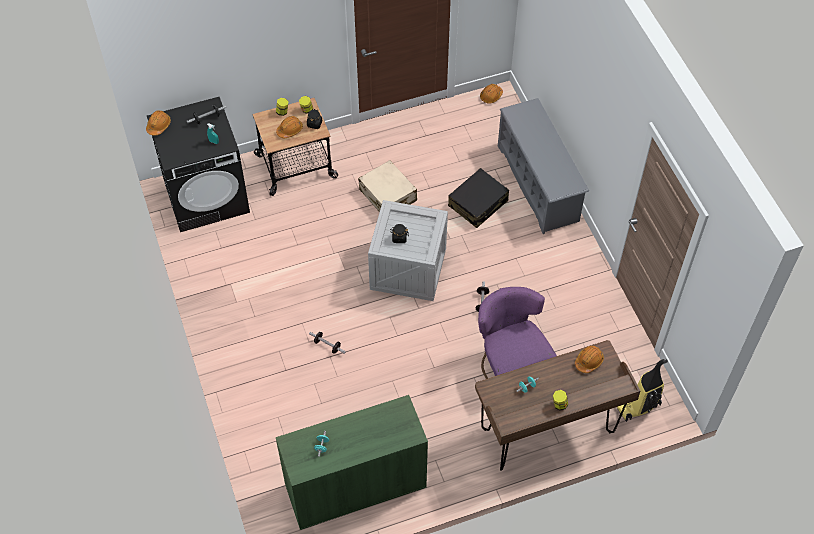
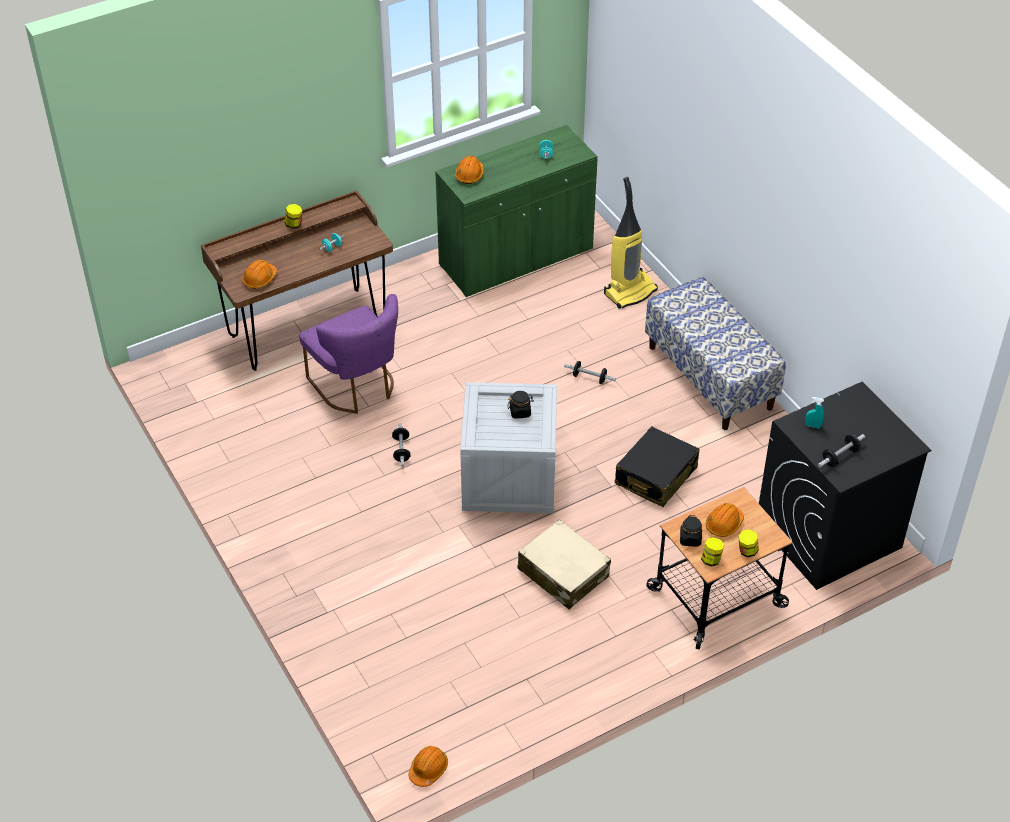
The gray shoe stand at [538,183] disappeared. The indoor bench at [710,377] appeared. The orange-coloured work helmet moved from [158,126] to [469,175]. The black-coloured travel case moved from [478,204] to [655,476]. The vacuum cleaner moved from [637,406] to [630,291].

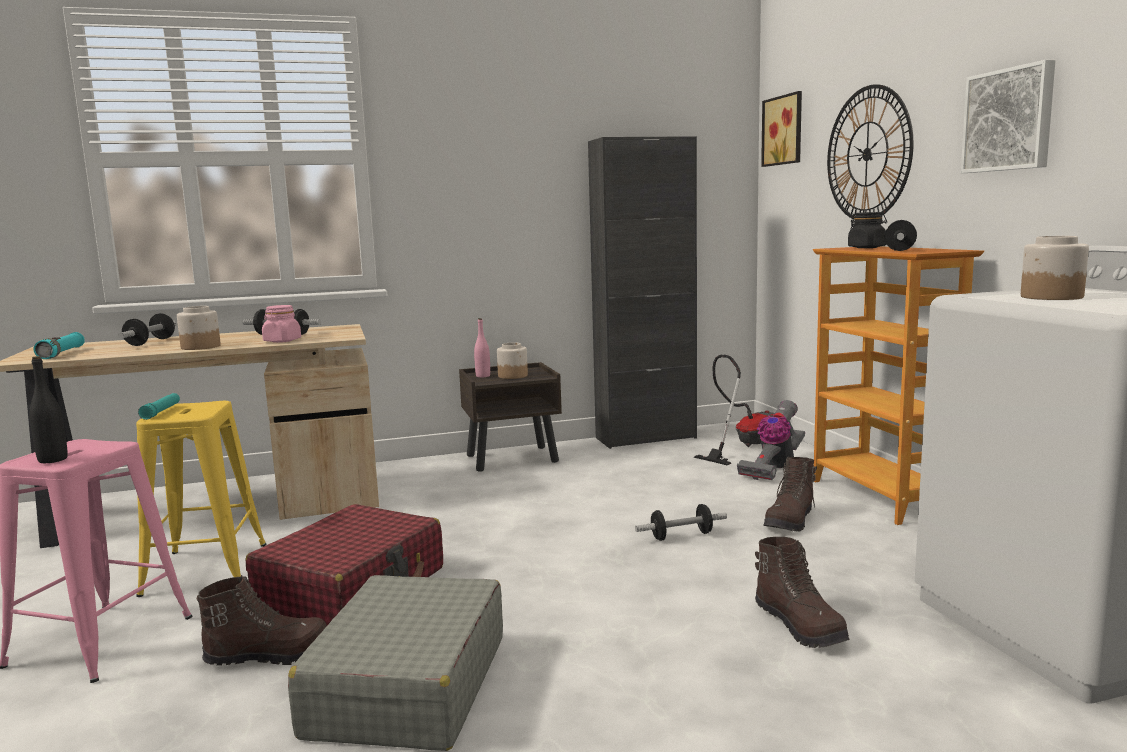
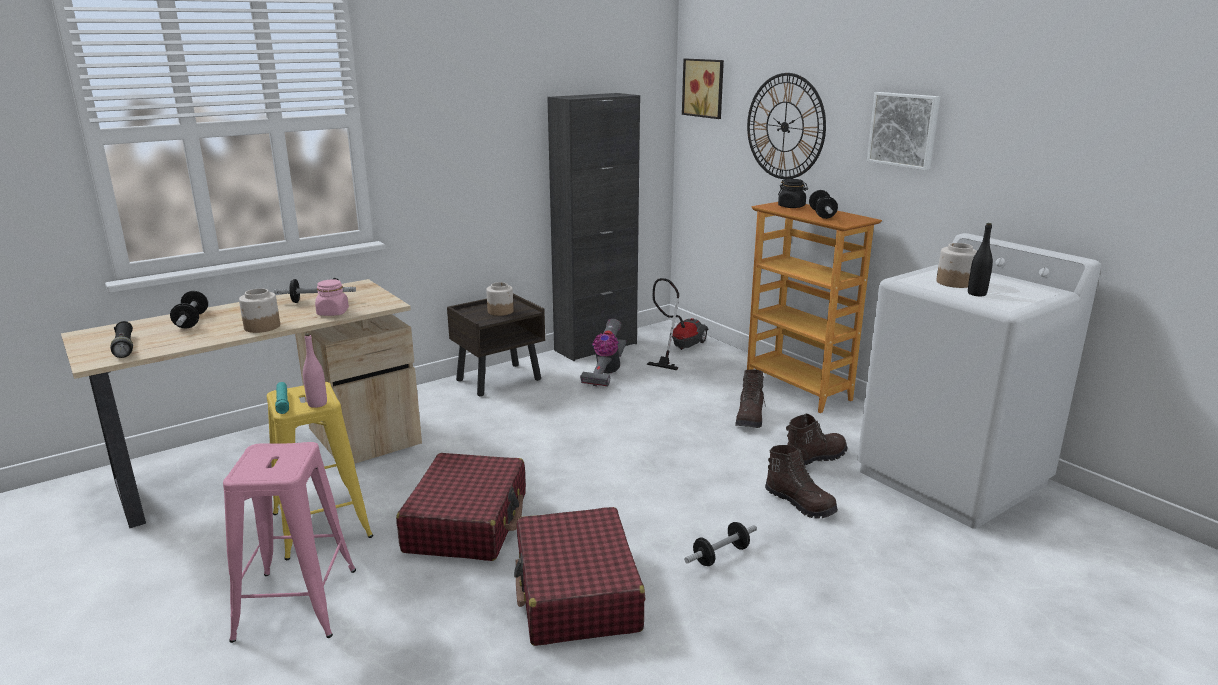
The black-coloured bottle moved from [53,460] to [976,294]. The brown-coloured tall boot moved from [270,655] to [814,457]. The pinkish bottle moved from [483,376] to [317,404]. The dumbbell moved from [681,536] to [720,555]. The vacuum cleaner moved from [774,468] to [605,373]. The blue-green hand torch at [62,354] became the black-coloured hand torch at [124,347]. The gray travel case at [407,686] became the red-coloured travel case at [577,593].

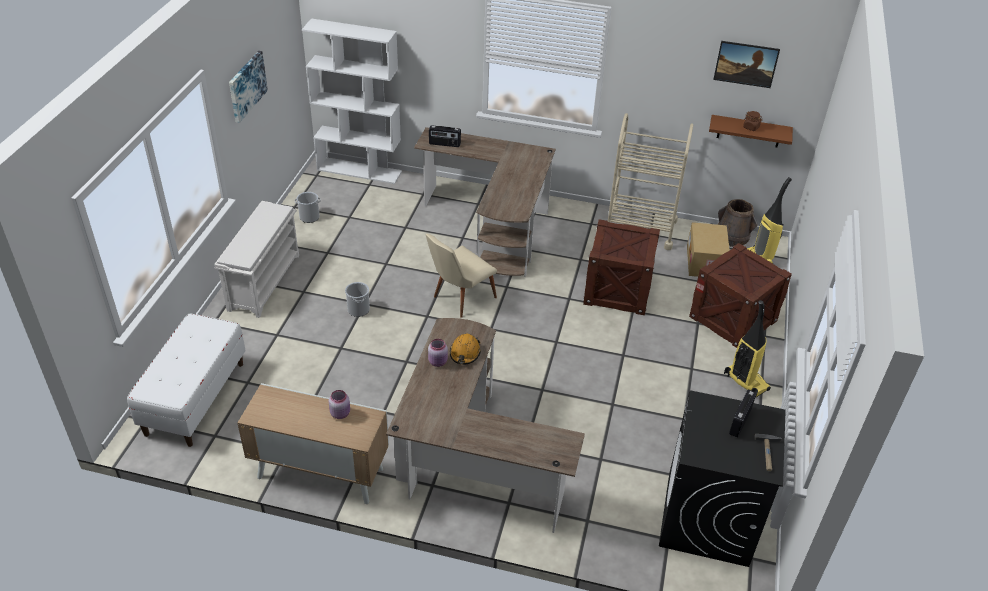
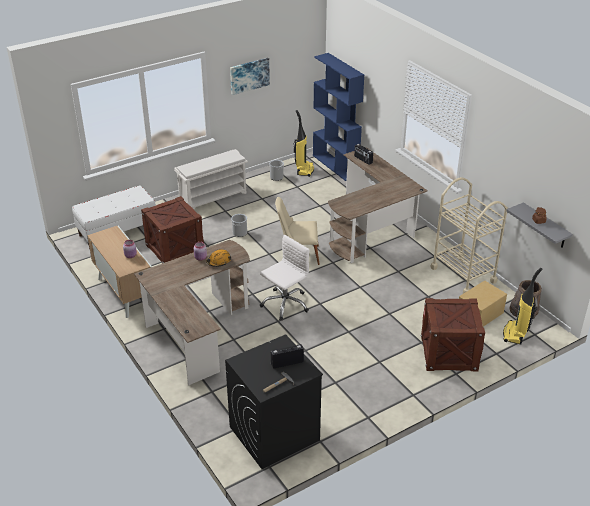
The wall art at [743,73] disappeared. The whitish office chair at [285,304] appeared. The packing crate moved from [618,290] to [175,248]. The vacuum cleaner moved from [745,382] to [304,170]. The whitish shelving unit at [360,170] became the bluish shelving unit at [336,166]. The brown-coloured shelf at [749,131] became the gray shelf at [545,226].

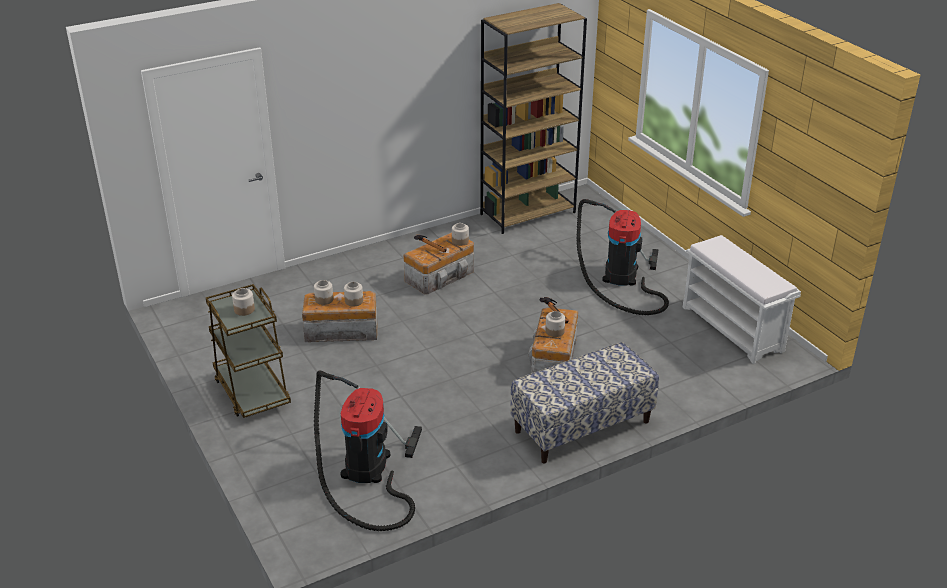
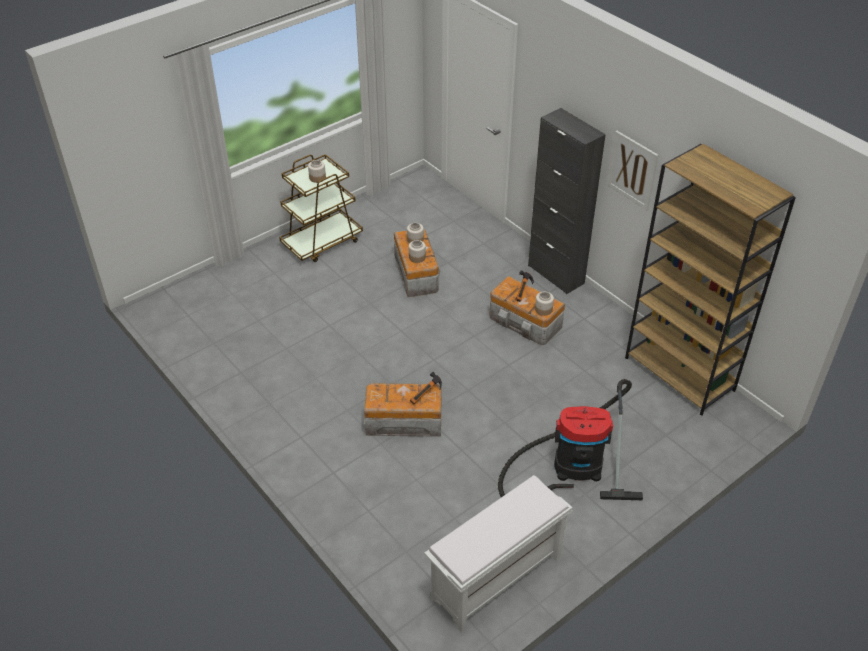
The vacuum cleaner at [366,470] disappeared. The indoor bench at [582,427] disappeared. The jar at [555,331] disappeared. The black-coloured storage cabinet at [556,274] appeared. The wall art at [632,170] appeared.

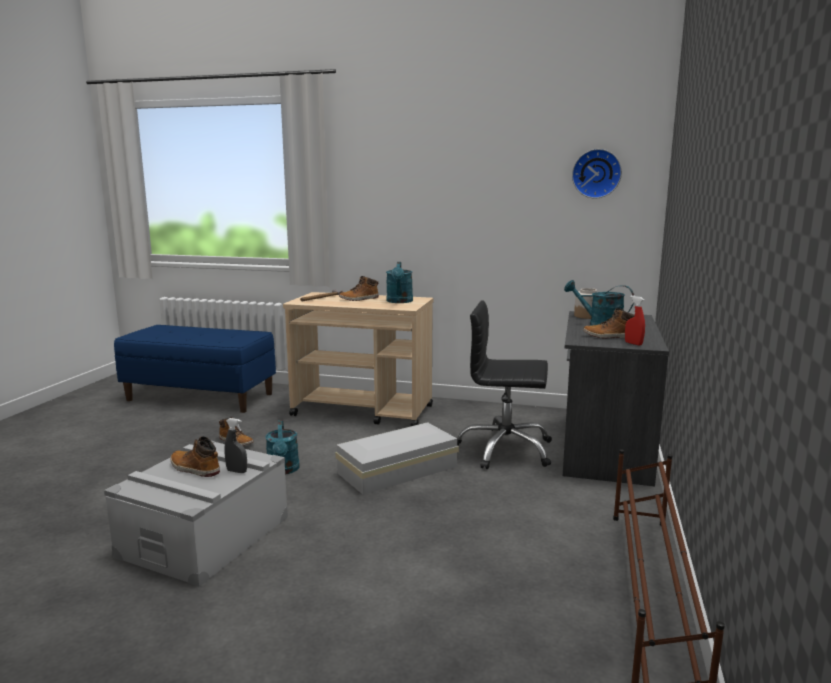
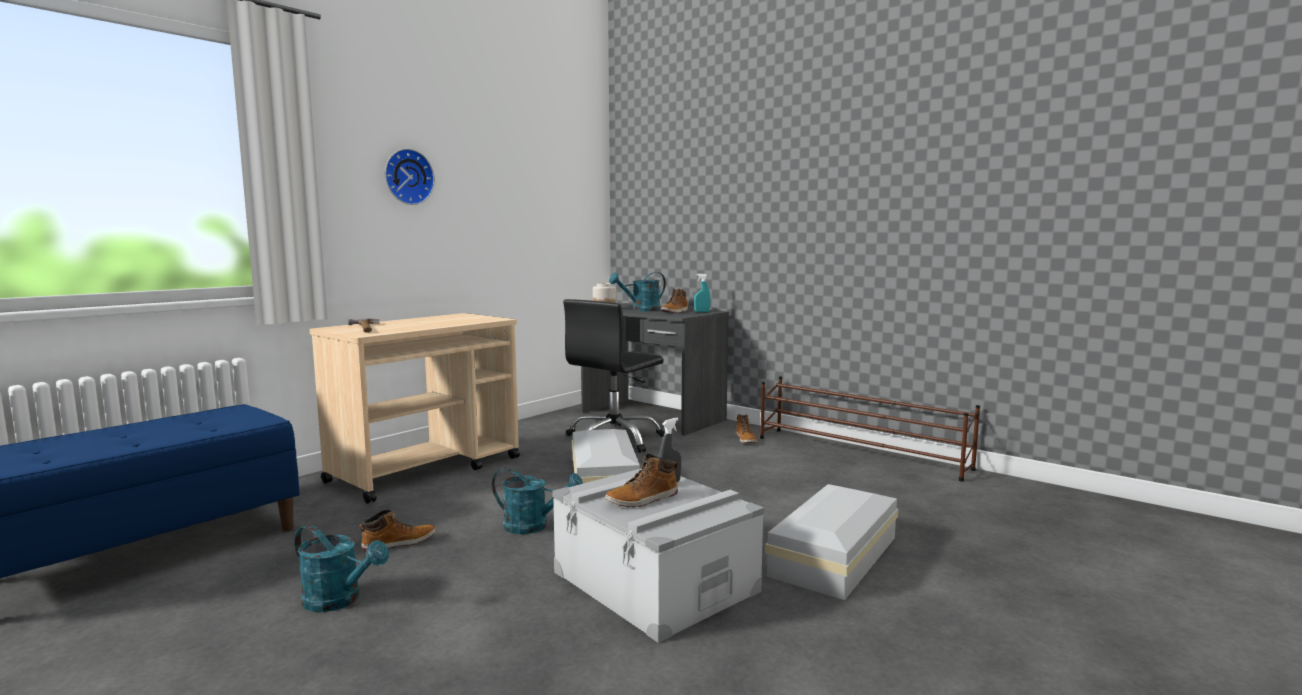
The whitish storage container at [837,555] appeared. The tall boot moved from [359,299] to [746,439]. The blue-green watering can moved from [399,301] to [339,600]. The clock on the wall moved from [596,173] to [407,177]. The red-coloured spray bottle at [633,343] became the blue-green spray bottle at [702,312].

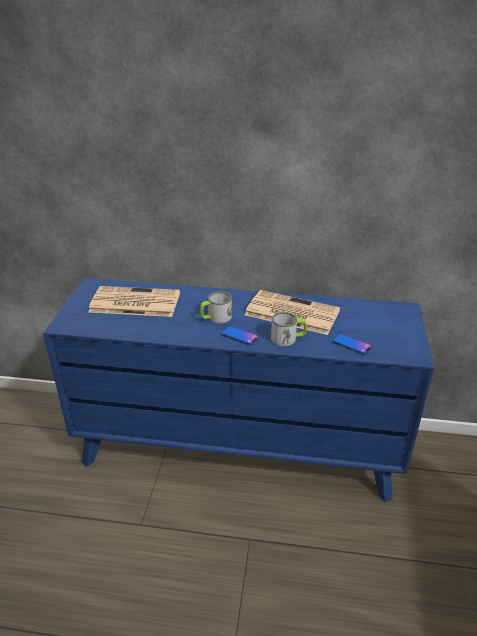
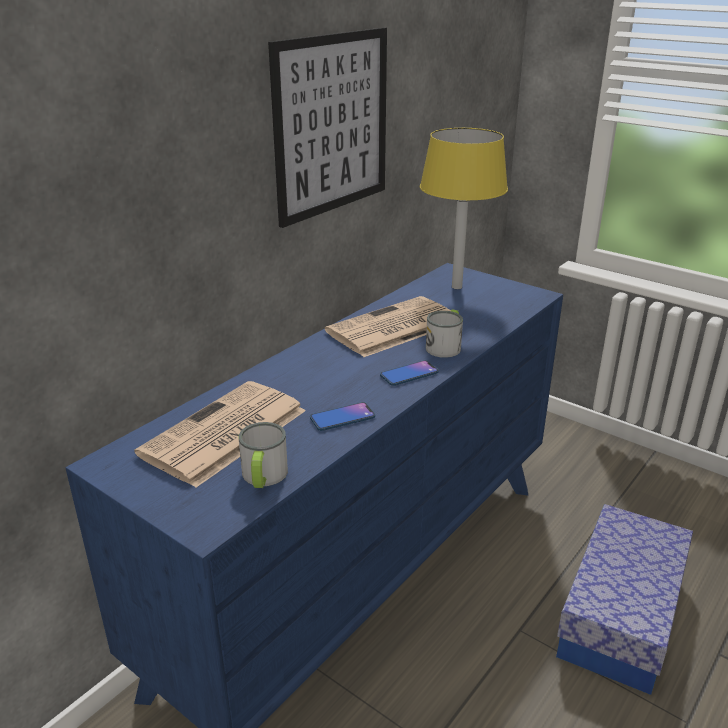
The wall art at [332,125] appeared. The yellow-coloured lamp for a table at [456,287] appeared. The storage container at [620,615] appeared. The tea mug moved from [216,318] to [263,477]. The telephone moved from [351,344] to [342,417].

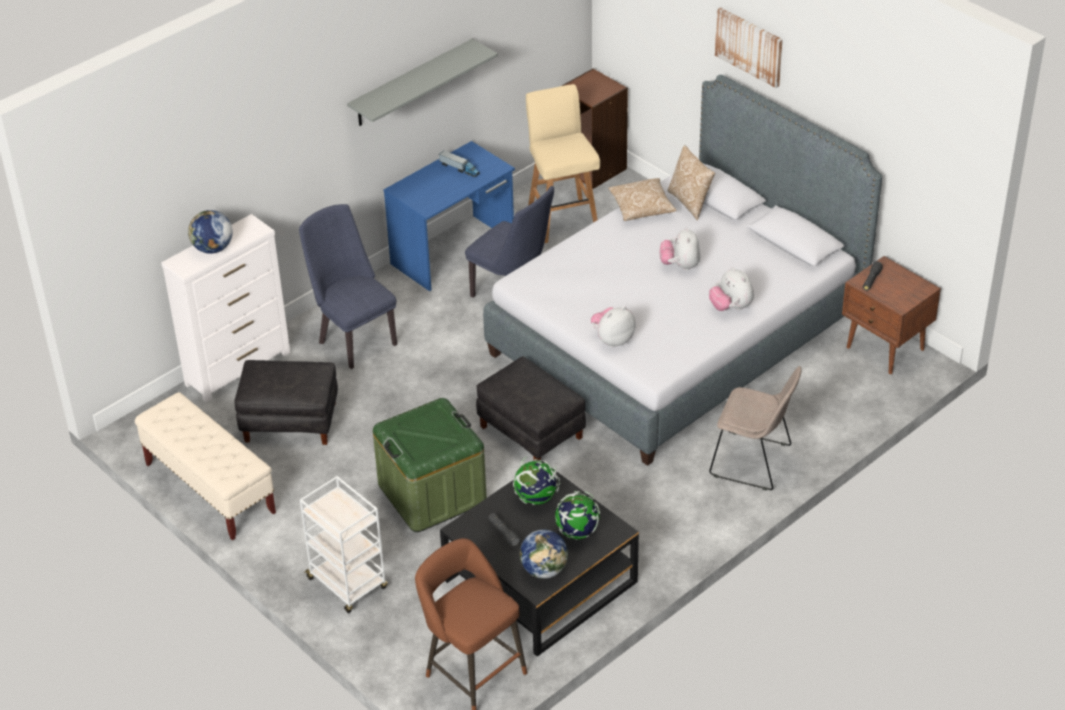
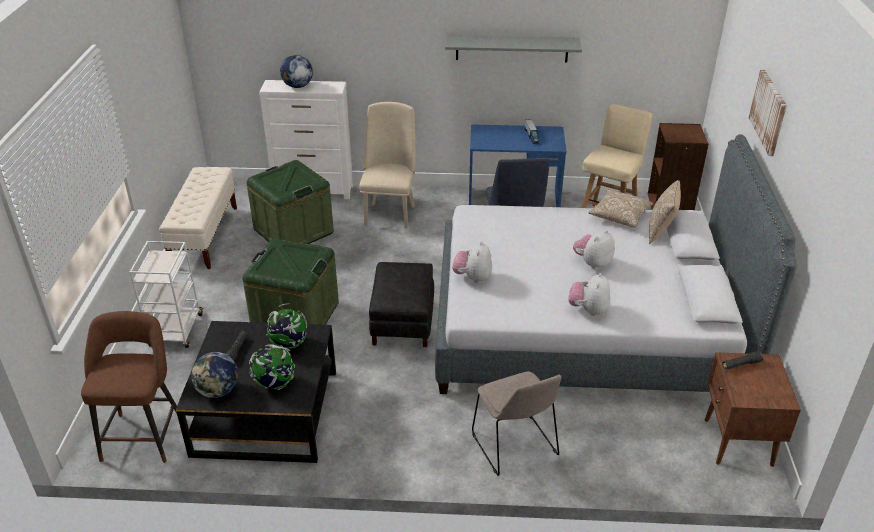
The black-coloured ottoman at [291,421] was replaced by the green storage container at [293,231]. The bluish plain chair at [354,339] became the beige-coloured plain chair at [390,212]. The cuddly toy at [612,339] turned 90 degrees counterclockwise.

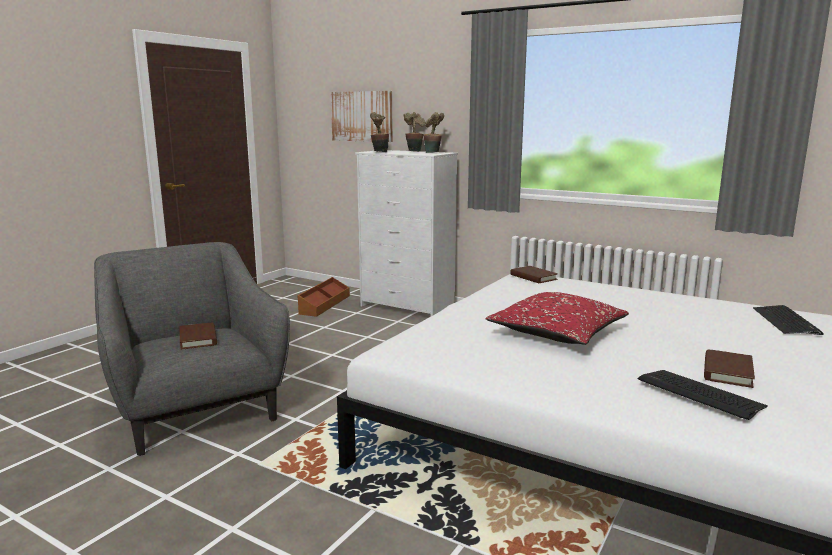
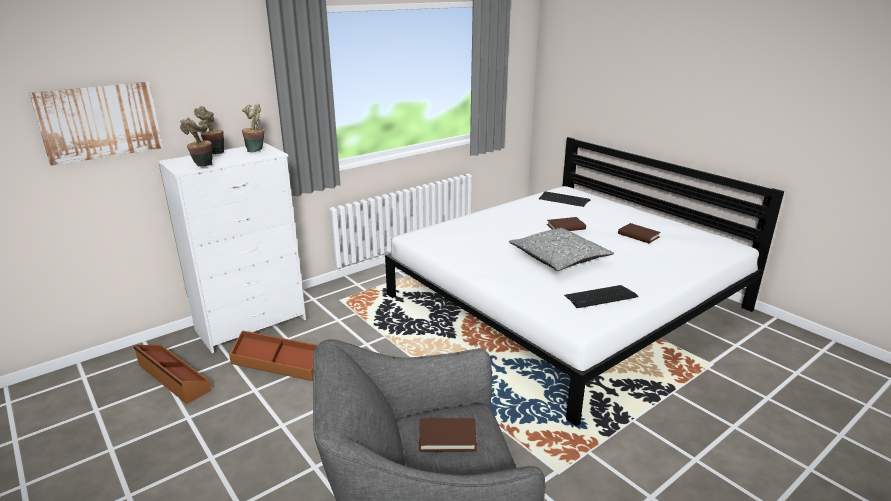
The brown-coloured storage container at [278,364] appeared. The brown-coloured bound book moved from [533,277] to [566,227]. The computer keyboard moved from [700,394] to [600,297]. The red-coloured pillow at [558,333] became the gray pillow at [559,259].

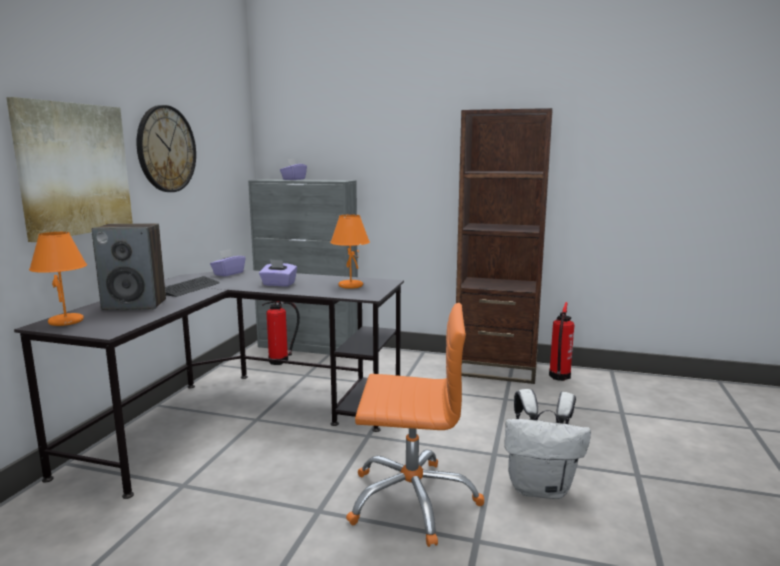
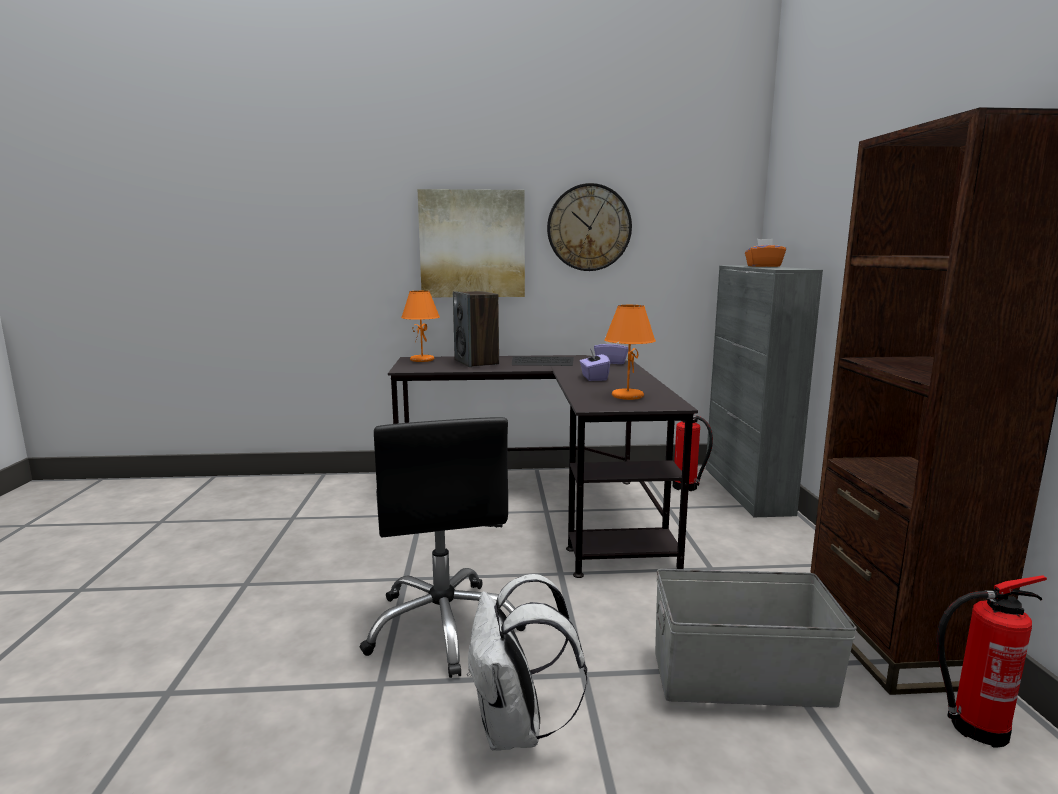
The gray storage container at [742,678] appeared. The purplish box of tissues at [293,179] became the orange-coloured box of tissues at [763,266]. The orange-coloured office chair at [412,499] became the black-coloured office chair at [444,626].

